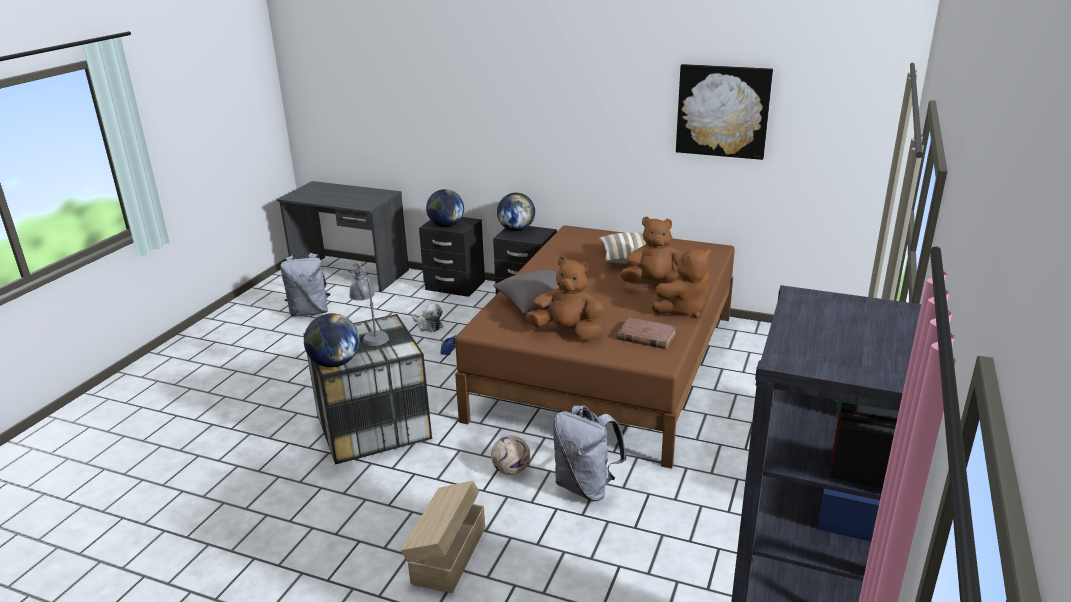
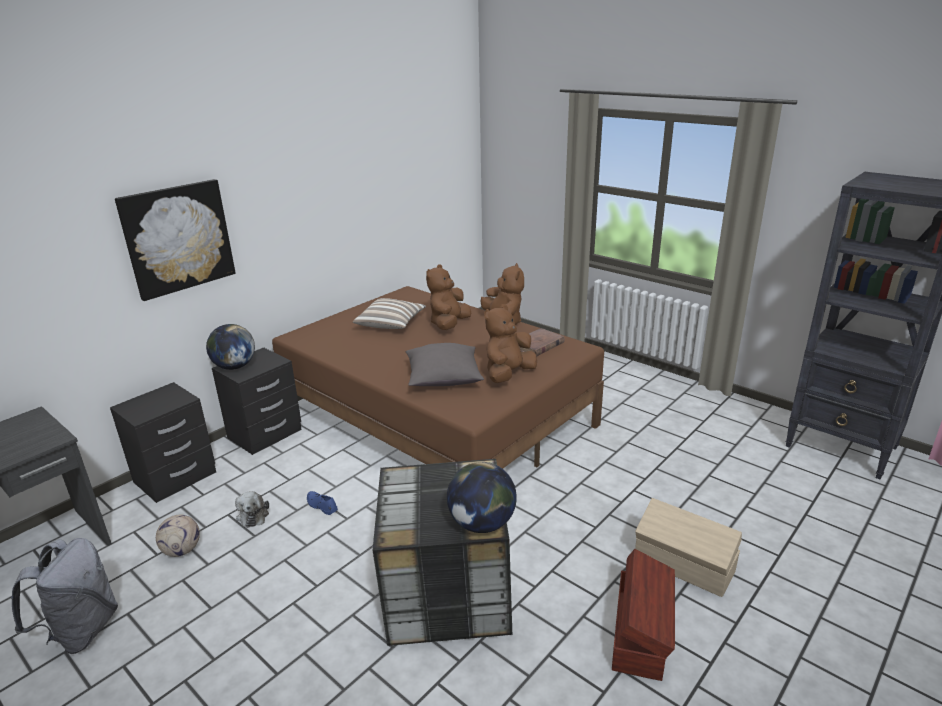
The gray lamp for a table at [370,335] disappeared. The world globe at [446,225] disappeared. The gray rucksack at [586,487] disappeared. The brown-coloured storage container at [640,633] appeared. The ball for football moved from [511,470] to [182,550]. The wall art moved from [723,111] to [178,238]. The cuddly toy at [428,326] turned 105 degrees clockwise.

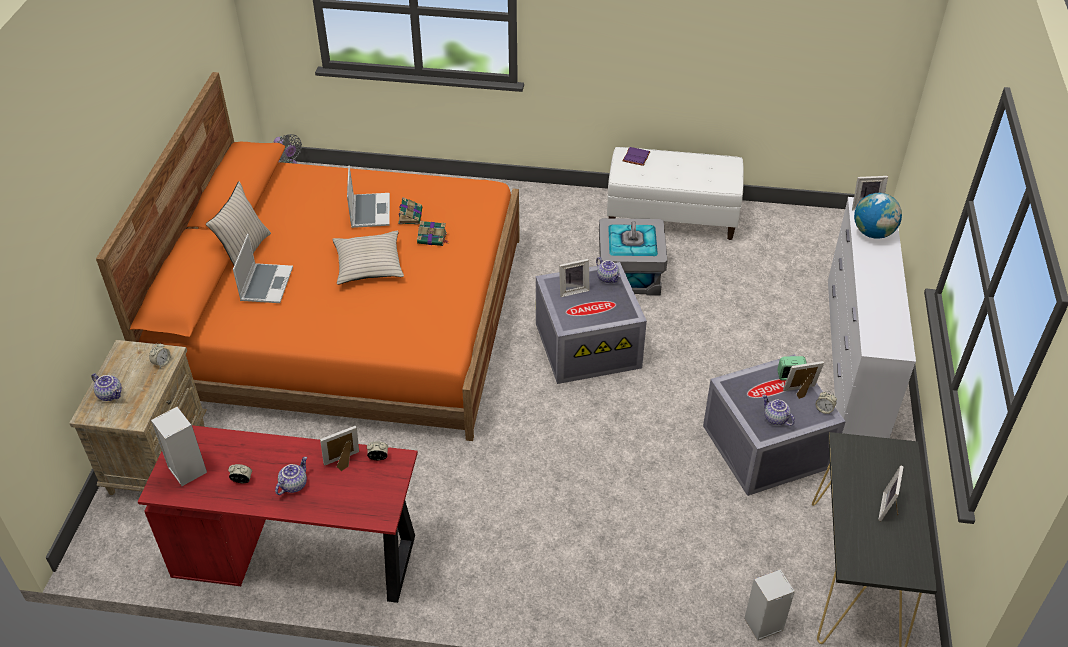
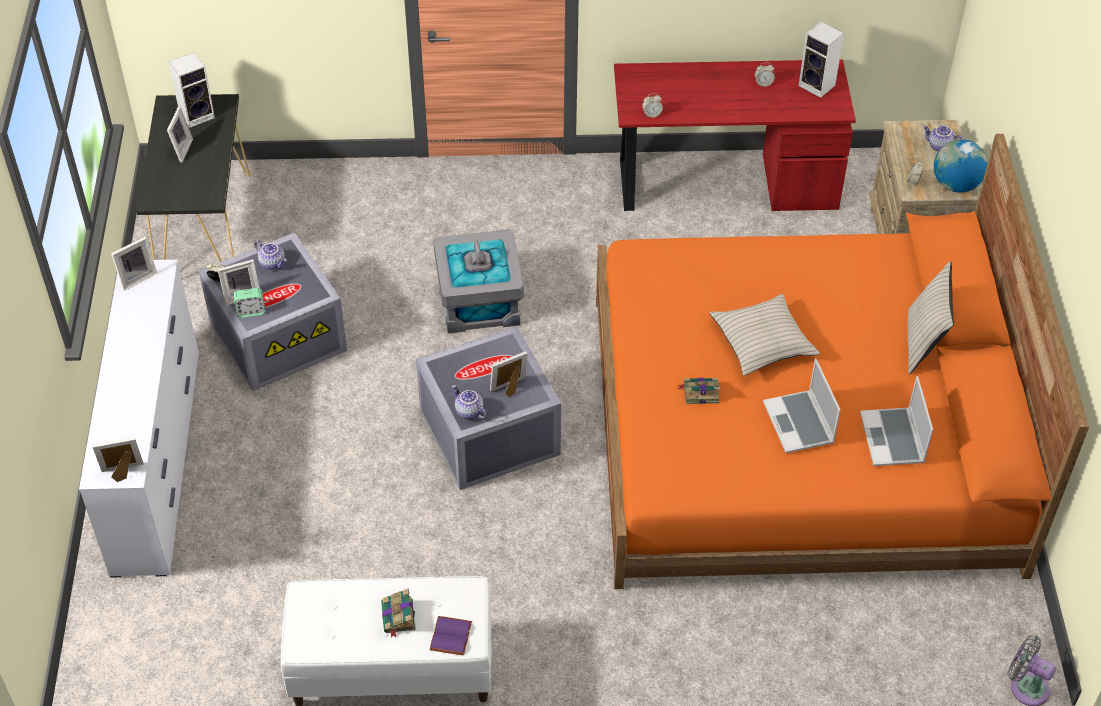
The tea pot at [293,484] disappeared. The portable computer moved from [266,284] to [893,439]. The standing frame moved from [344,462] to [136,277]. The bound book moved from [410,215] to [398,617]. The gray storage container moved from [629,275] to [480,302]. The loudspeaker moved from [762,625] to [198,114]. The world globe moved from [873,233] to [955,185].

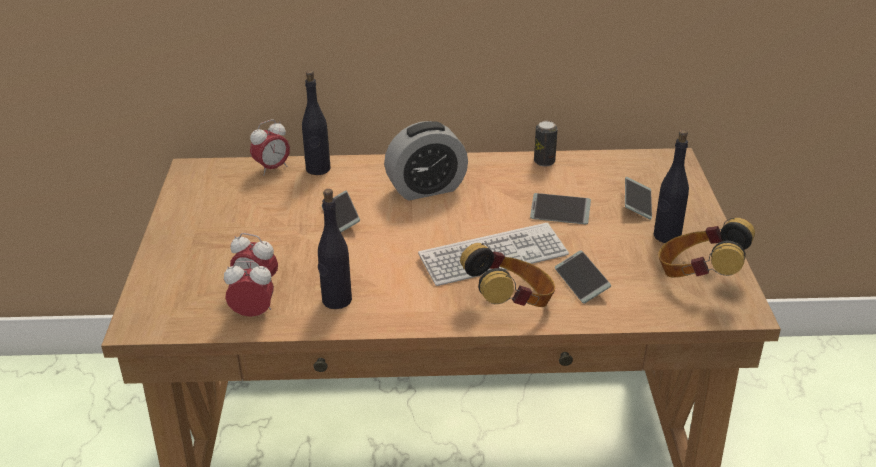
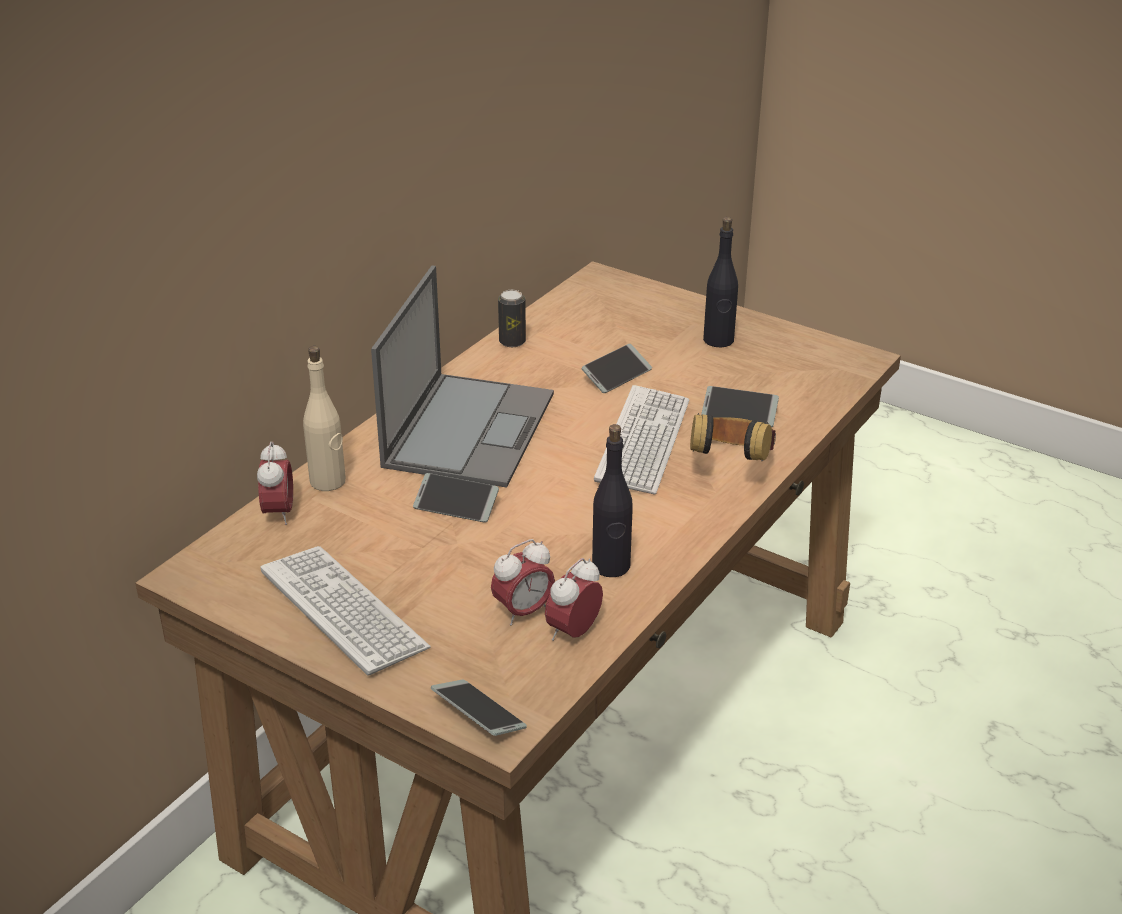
The pair of headphones at [698,276] disappeared. The computer keyboard at [343,611] appeared. The telephone moved from [637,203] to [478,715]. The alarm clock at [426,189] was replaced by the portable computer at [469,428]. The black-coloured bottle at [318,169] became the beige-coloured bottle at [328,481].

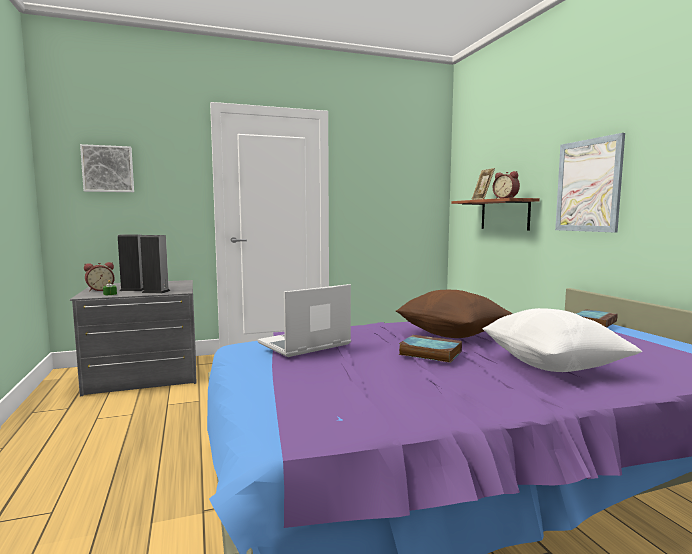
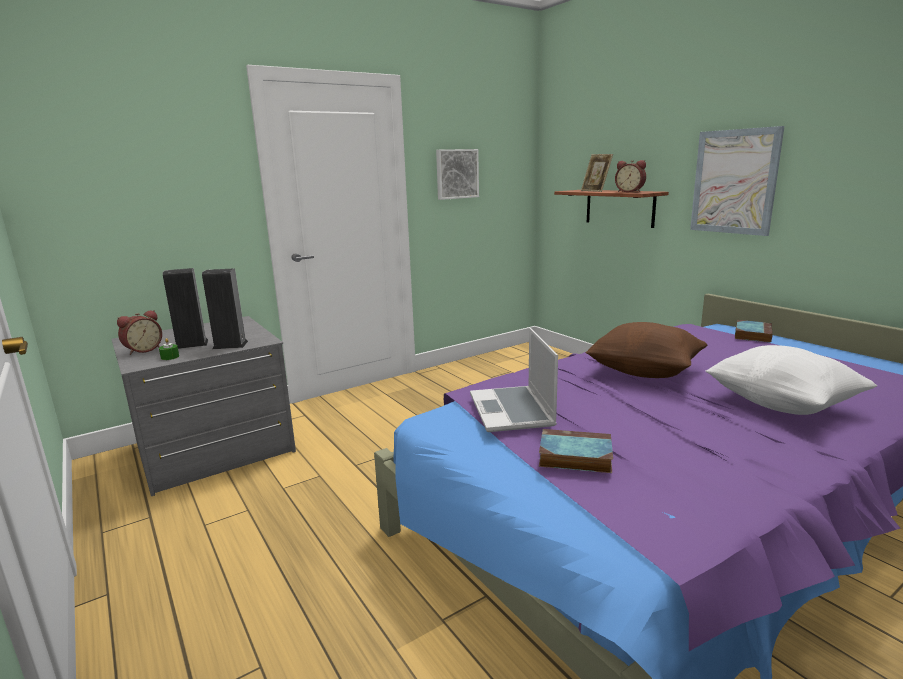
The wall art moved from [108,169] to [456,174]. The bound book moved from [428,353] to [573,456]. The portable computer at [304,345] turned 45 degrees counterclockwise.

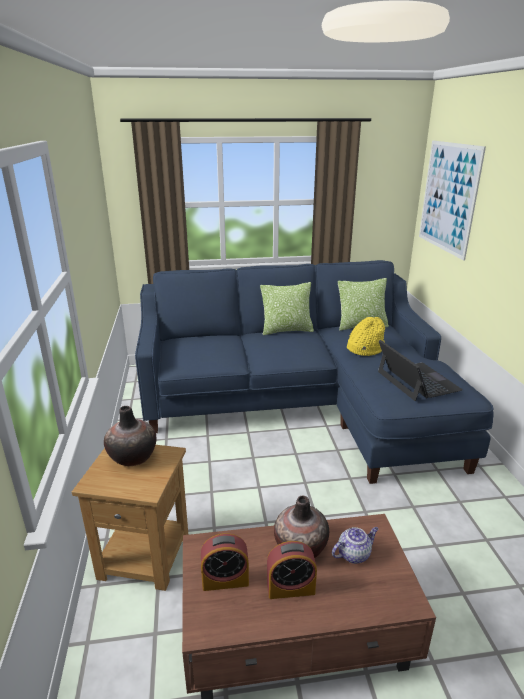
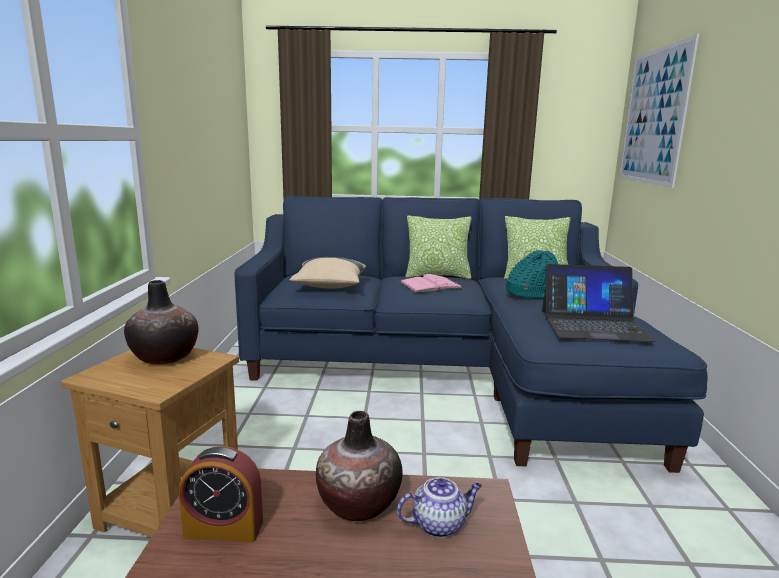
The alarm clock at [290,588] disappeared. The beige-coloured pillow at [329,286] appeared. The pinkish bound book at [430,285] appeared. The yellow-coloured wearable hat at [365,348] became the blue-green wearable hat at [531,293]. The portable computer at [417,381] turned 105 degrees clockwise.

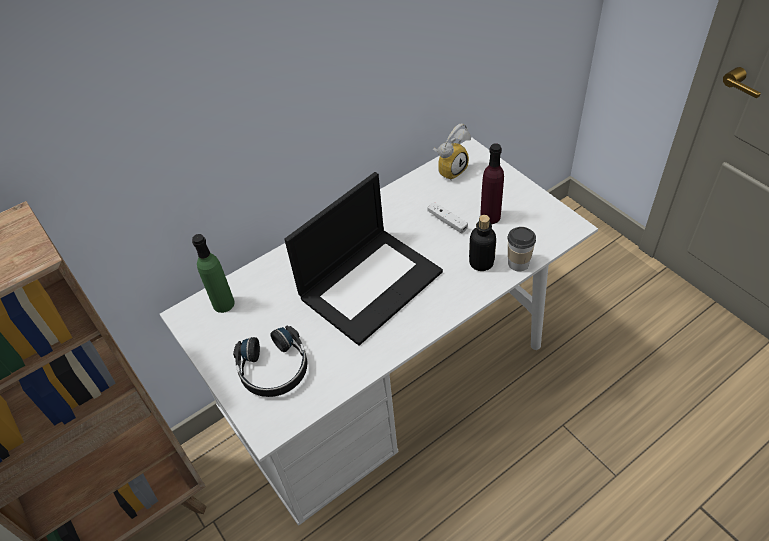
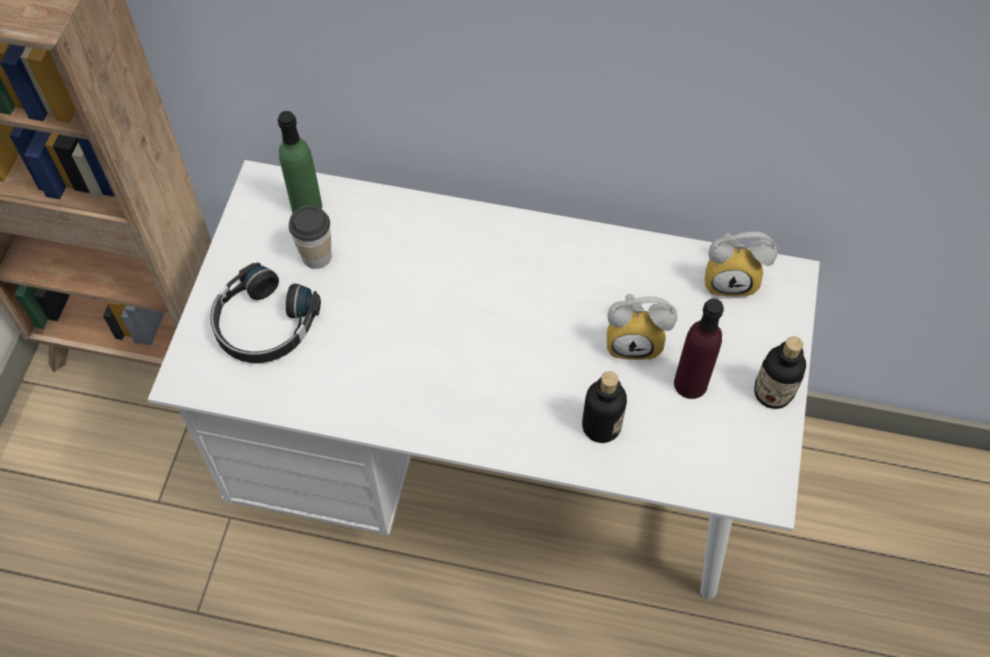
The portable computer at [370,283] disappeared. The bottle at [772,393] appeared. The drinking cup moved from [518,263] to [316,256]. The whitish gamepad at [447,221] was replaced by the alarm clock at [635,340].

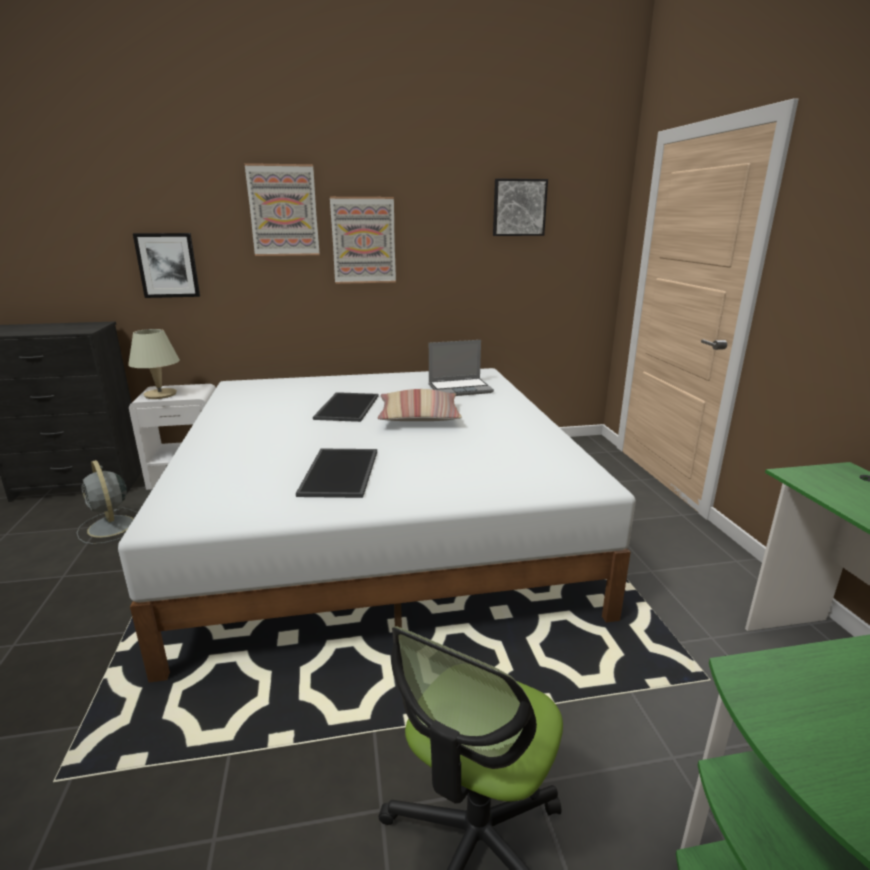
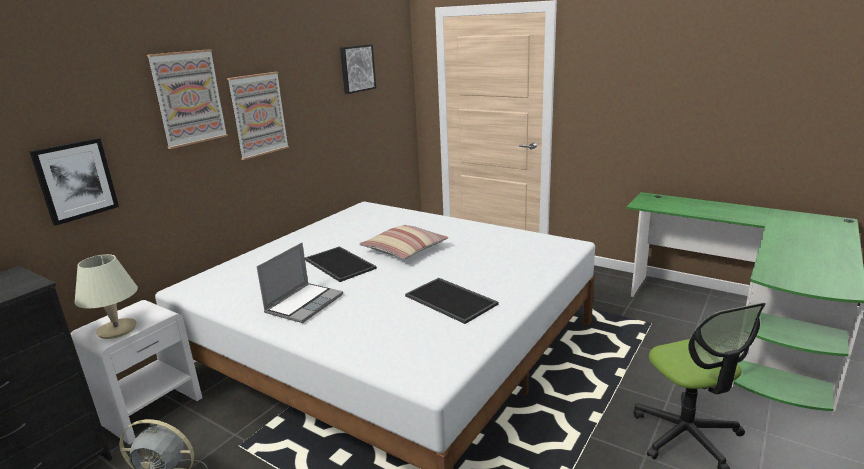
The portable computer moved from [460,389] to [304,303].

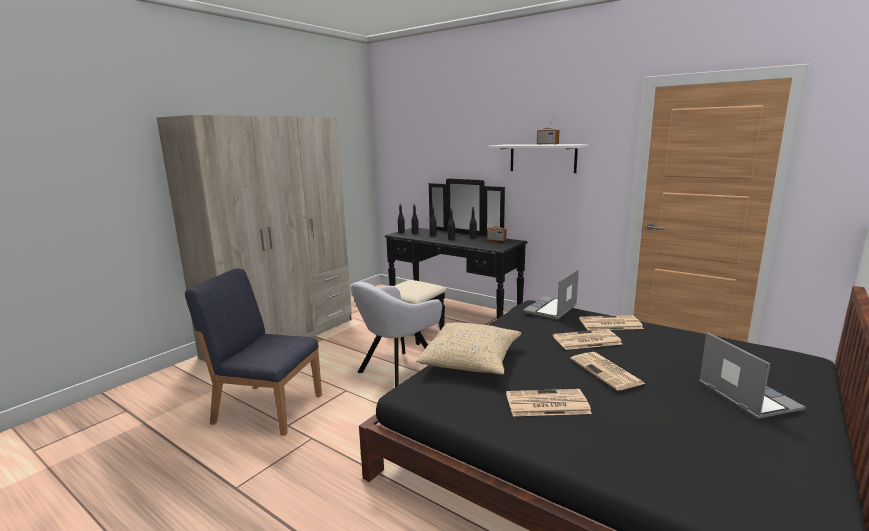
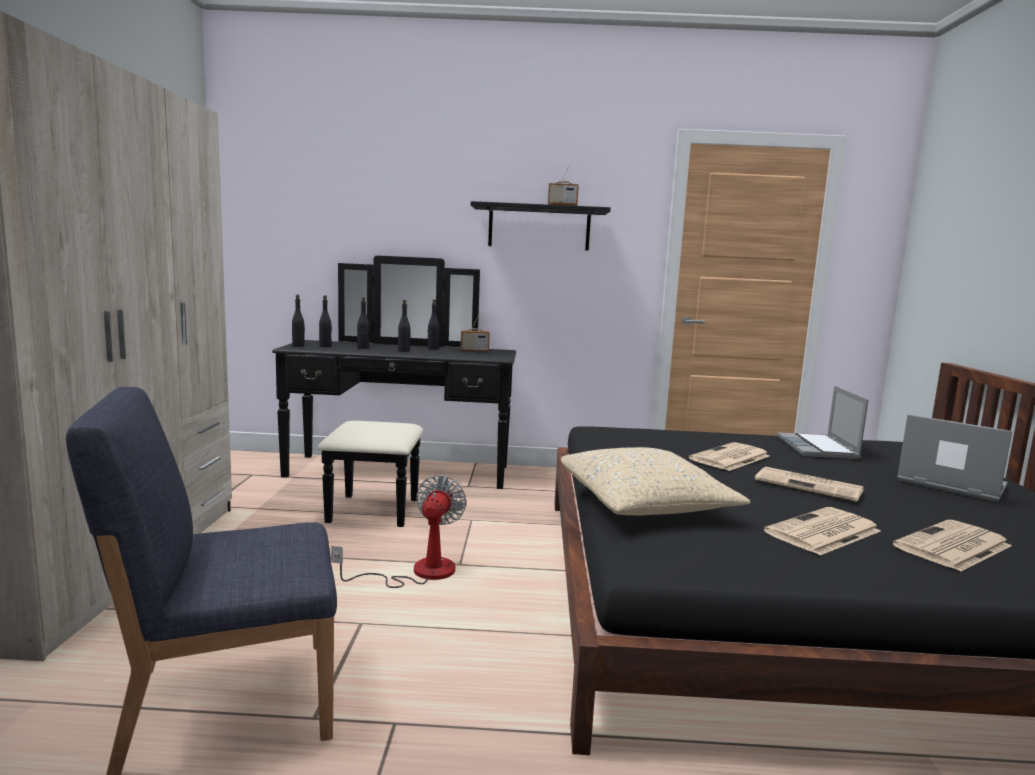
The portable computer moved from [551,309] to [818,448]. The daily paper moved from [609,324] to [952,547]. The gray armchair at [397,372] was replaced by the fan at [418,572]. The whitish shelf at [542,158] became the black-coloured shelf at [539,228].

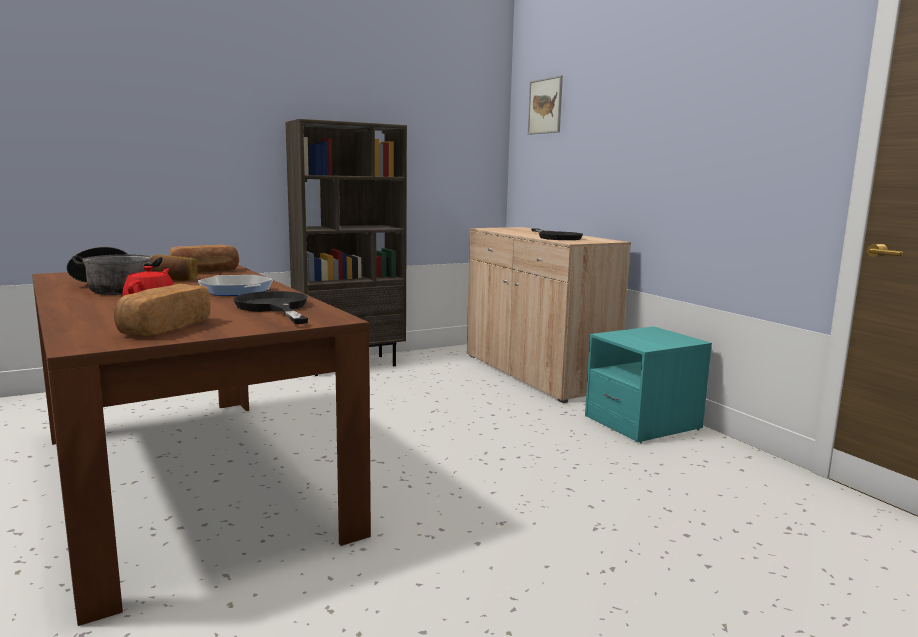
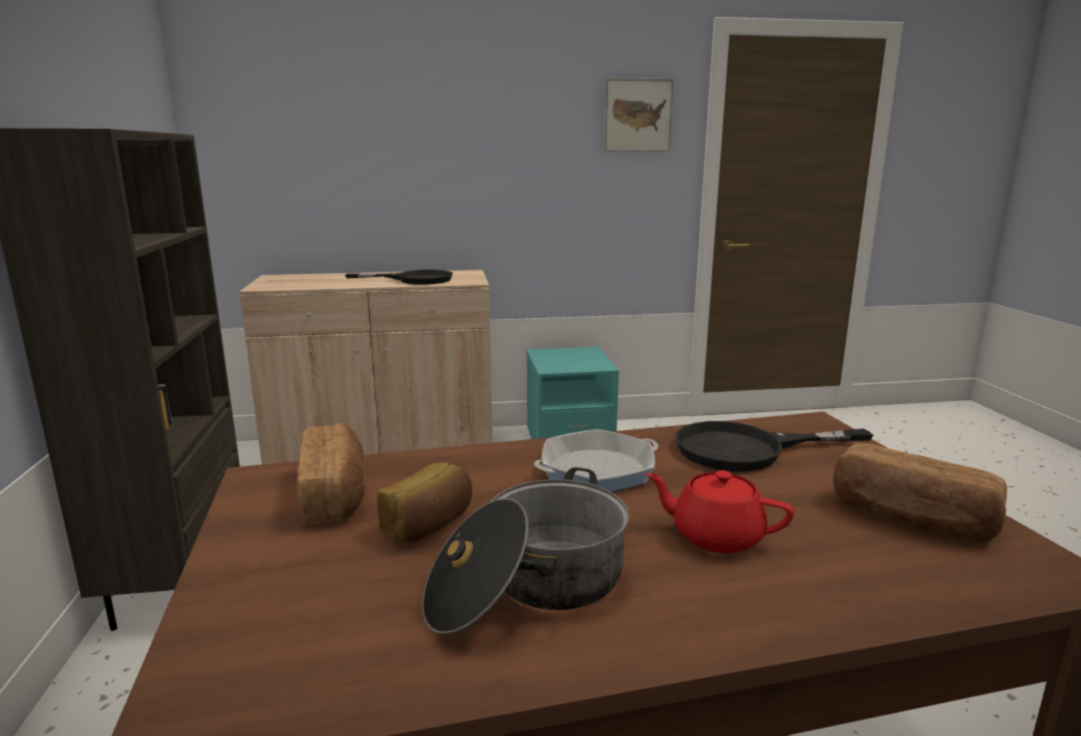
The wall art moved from [545,106] to [638,115].

